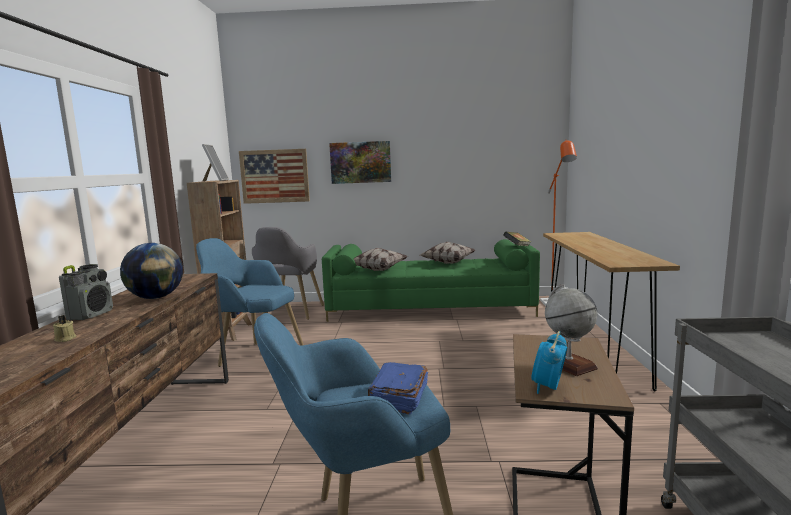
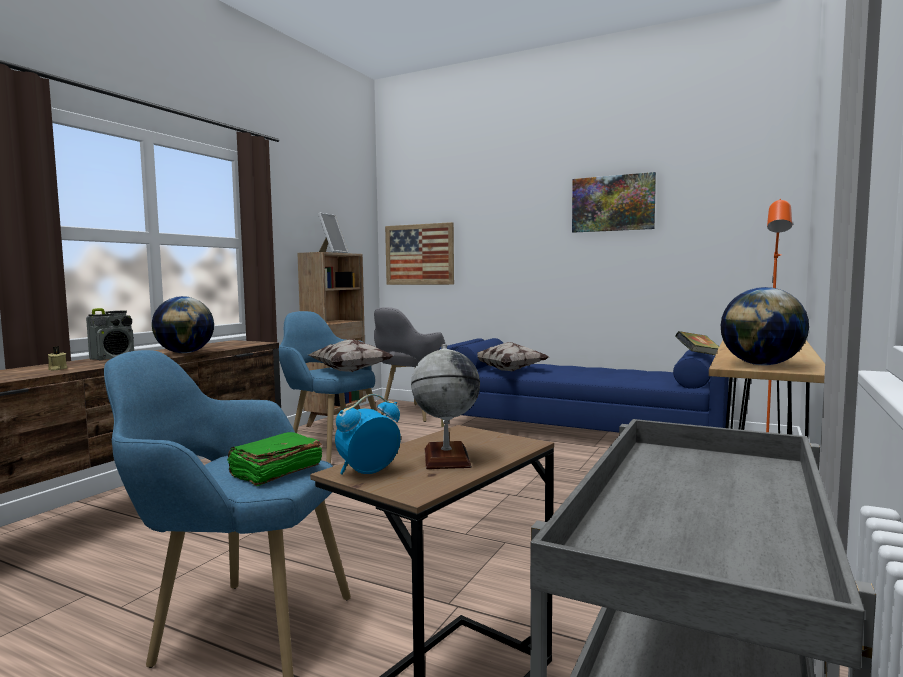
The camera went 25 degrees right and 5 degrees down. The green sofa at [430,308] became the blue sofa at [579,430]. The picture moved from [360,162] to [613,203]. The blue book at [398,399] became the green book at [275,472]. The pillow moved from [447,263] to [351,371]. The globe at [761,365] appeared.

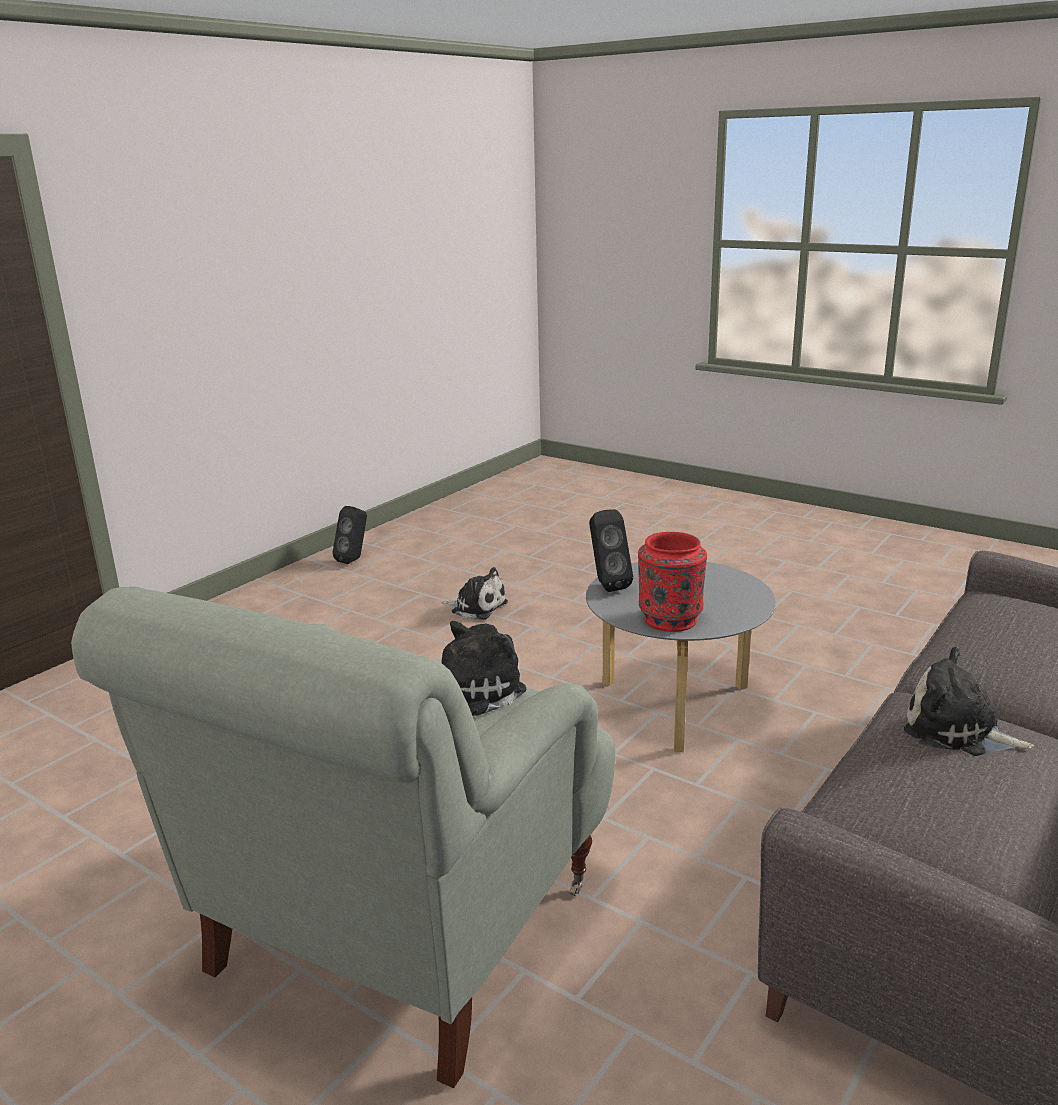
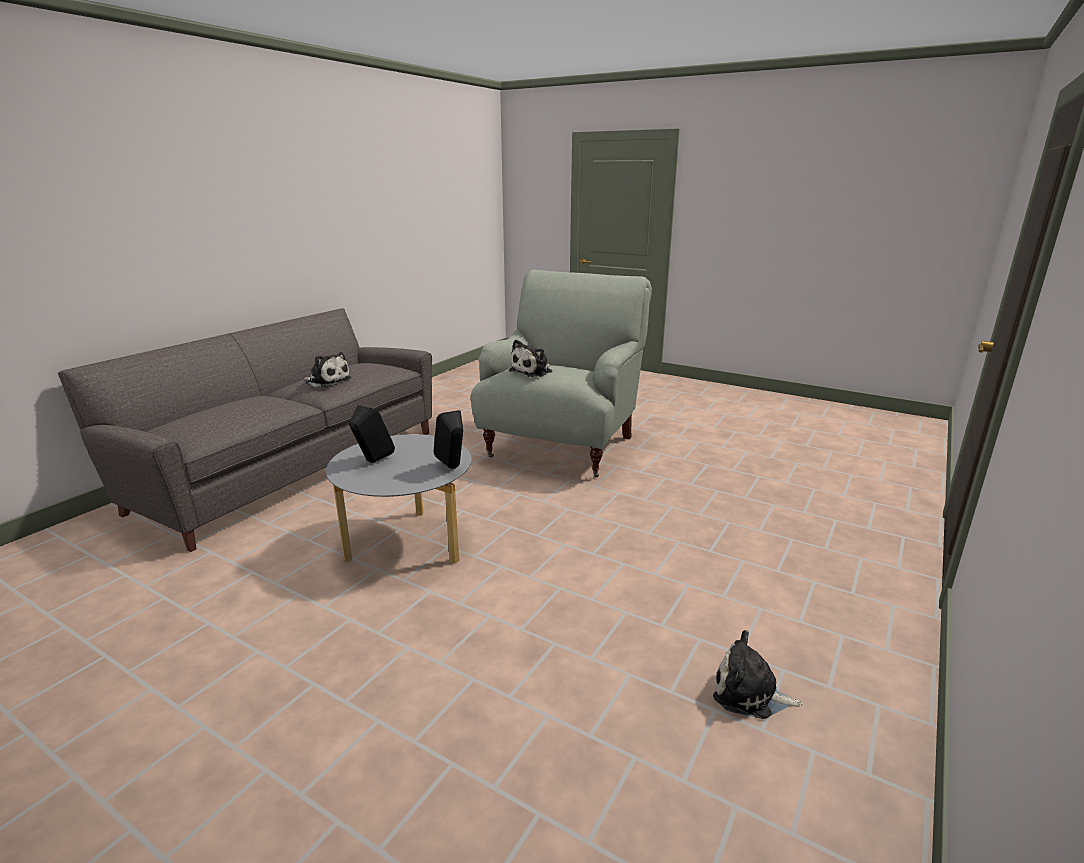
The camera went 175 degrees right and 0 degrees up. The black speaker moved from [354,560] to [373,462]. The plush toy moved from [476,607] to [749,693]. The red vase at [670,619] disappeared.

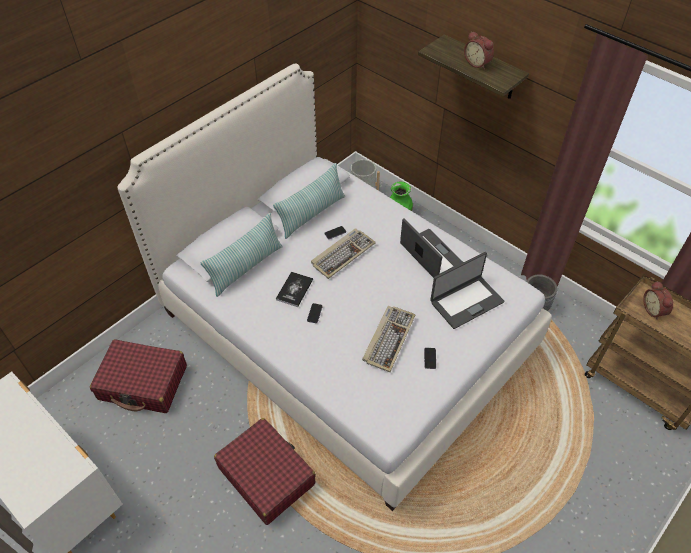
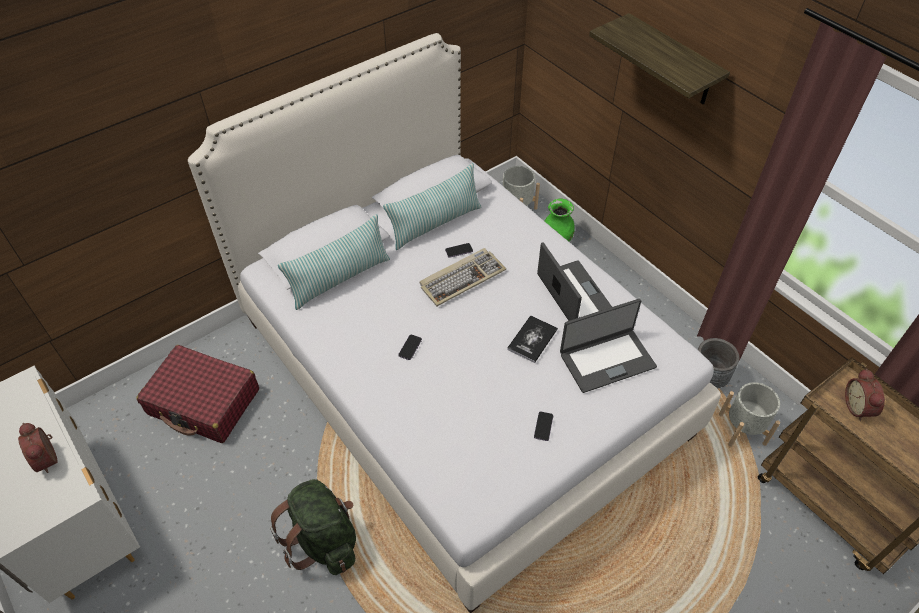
The camera went 10 degrees right and 0 degrees up. The red suitcase at [266,475] was replaced by the green backpack at [324,540]. The book moved from [294,290] to [532,339]. The keyboard at [388,338] disappeared. The alarm clock moved from [478,63] to [49,458]. The grey planter at [742,429] appeared.

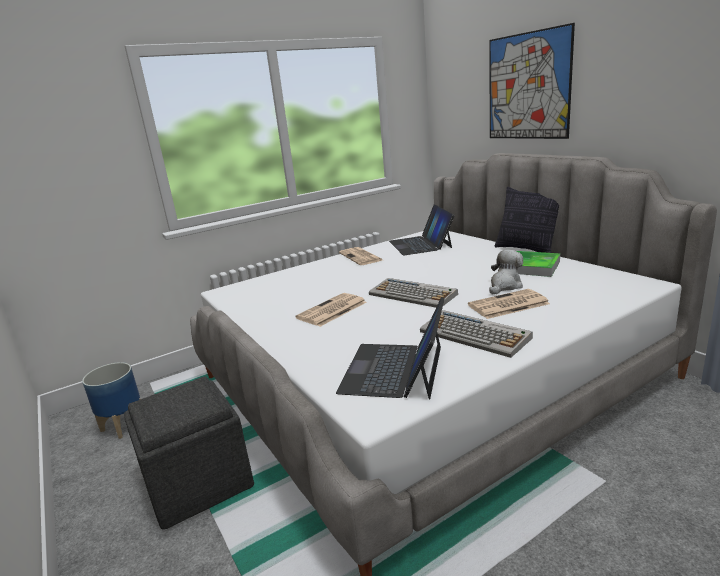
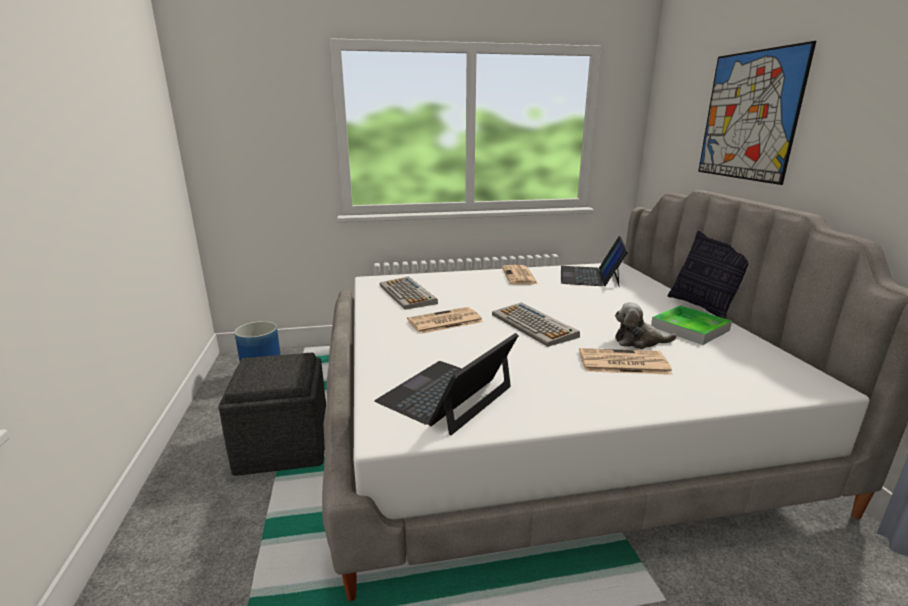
The camera went 20 degrees right and 0 degrees up. The keyboard moved from [475,335] to [408,294]. The plush toy at [505,286] turned 150 degrees counterclockwise.

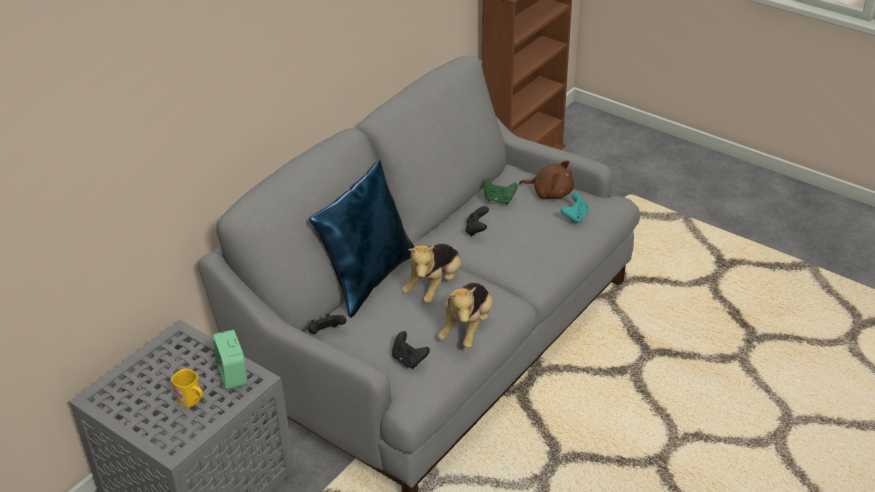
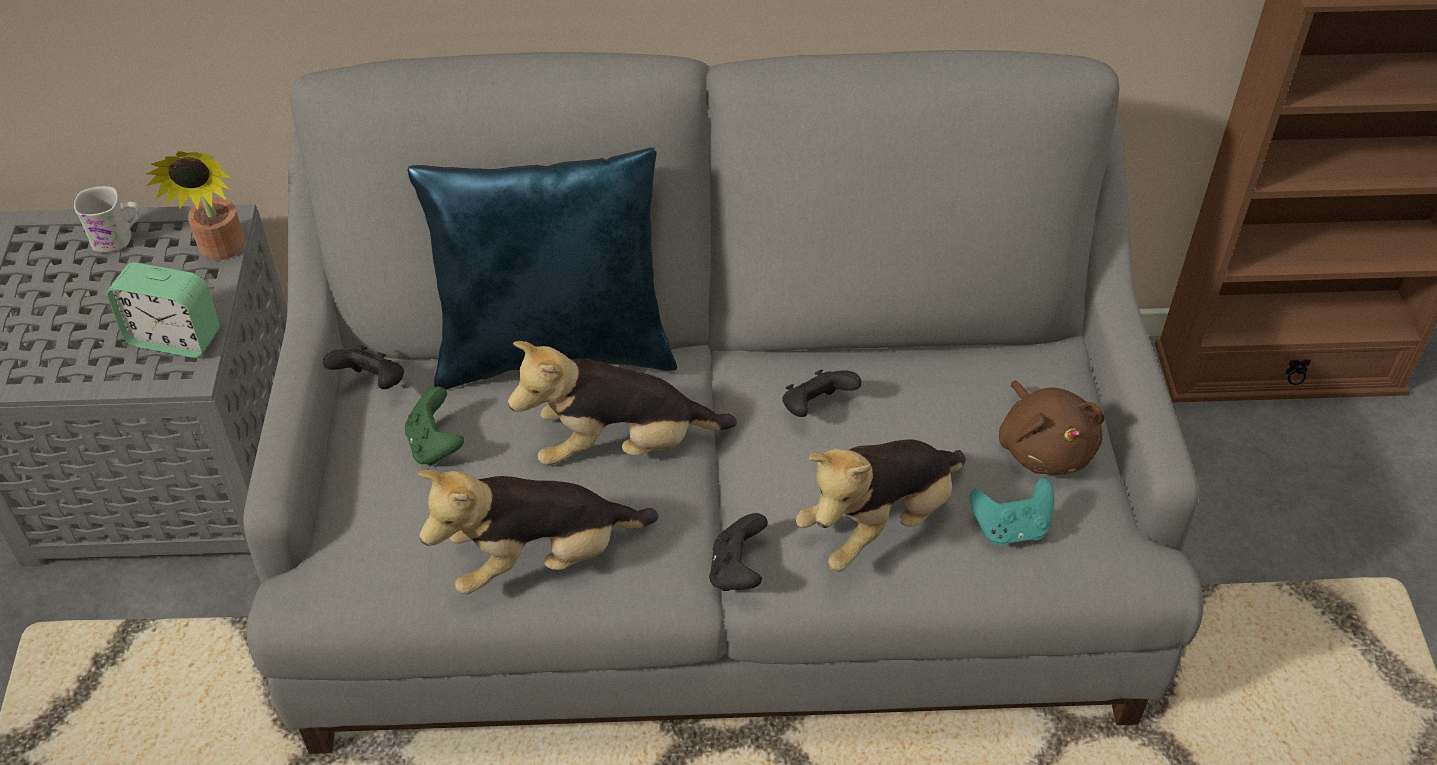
The camera went 50 degrees right and 10 degrees up. The yellow mug at [192,400] disappeared. The alarm clock at [232,375] turned 105 degrees counterclockwise. The black game controller moved from [409,360] to [737,570]. The green game controller moved from [498,200] to [435,445]. The white mug at [119,238] appeared. The potted plant at [221,251] appeared. The plush toy at [879,523] appeared.

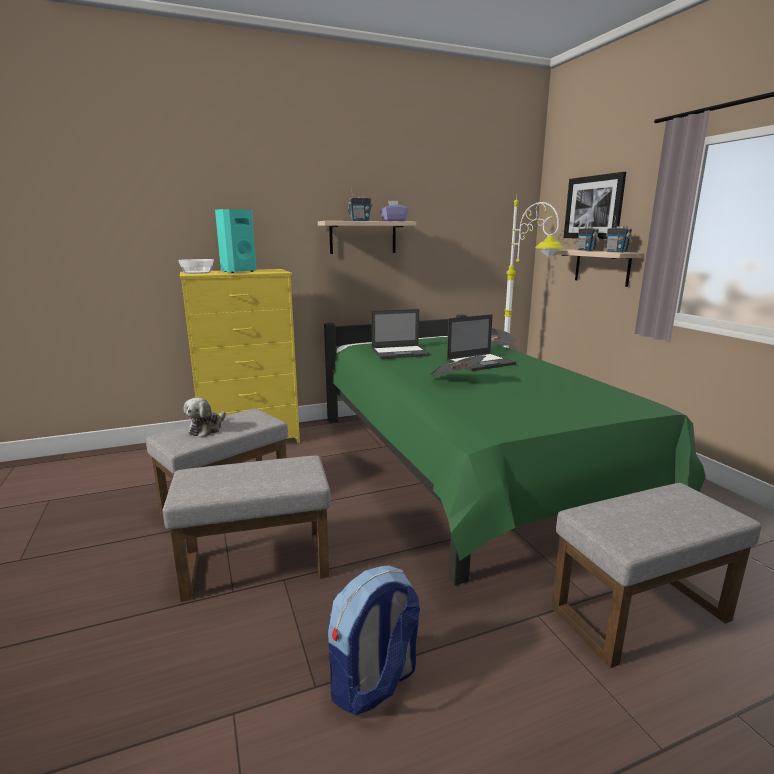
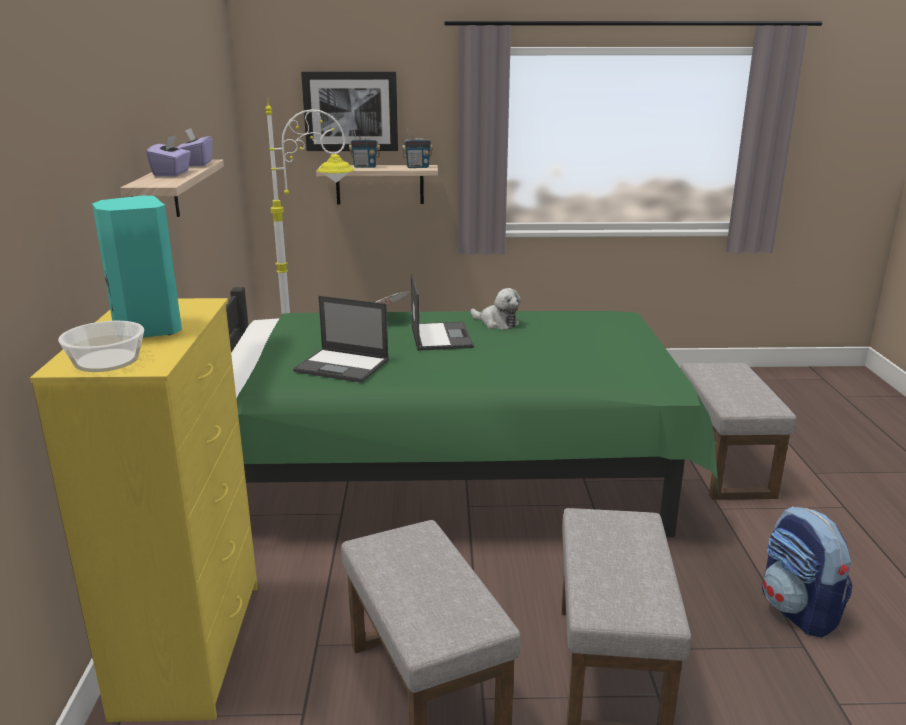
The camera went 70 degrees left and 5 degrees up. The plush toy moved from [207,429] to [497,323]. The radio at [360,220] was replaced by the purple tissue box at [172,173]. The laptop at [400,352] turned 105 degrees clockwise. The newspaper at [456,380] disappeared.

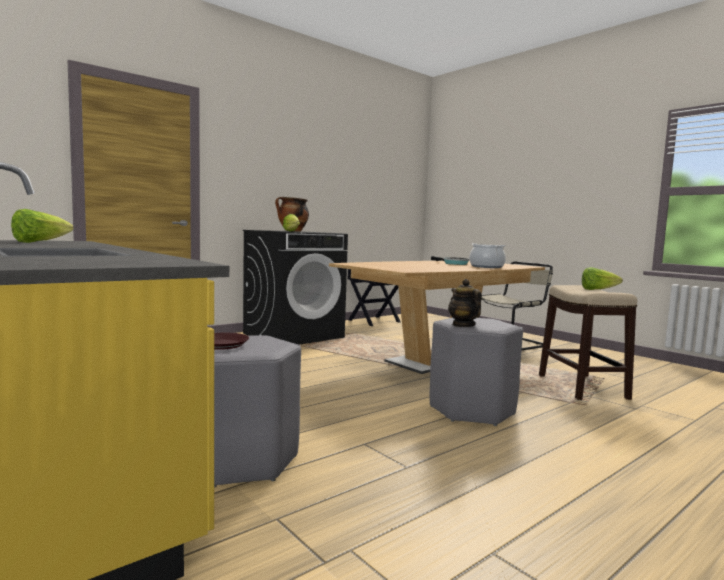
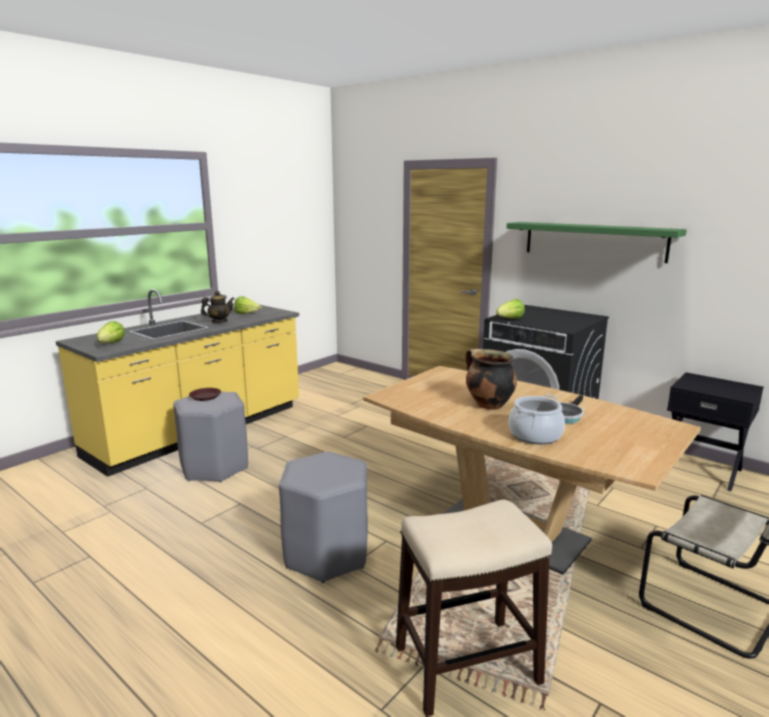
The camera went 80 degrees right and 10 degrees up. The cooking pot moved from [292,231] to [488,405]. The teapot moved from [463,325] to [219,321]. The lettuce moved from [597,290] to [111,344]. The green shelf at [593,241] appeared.

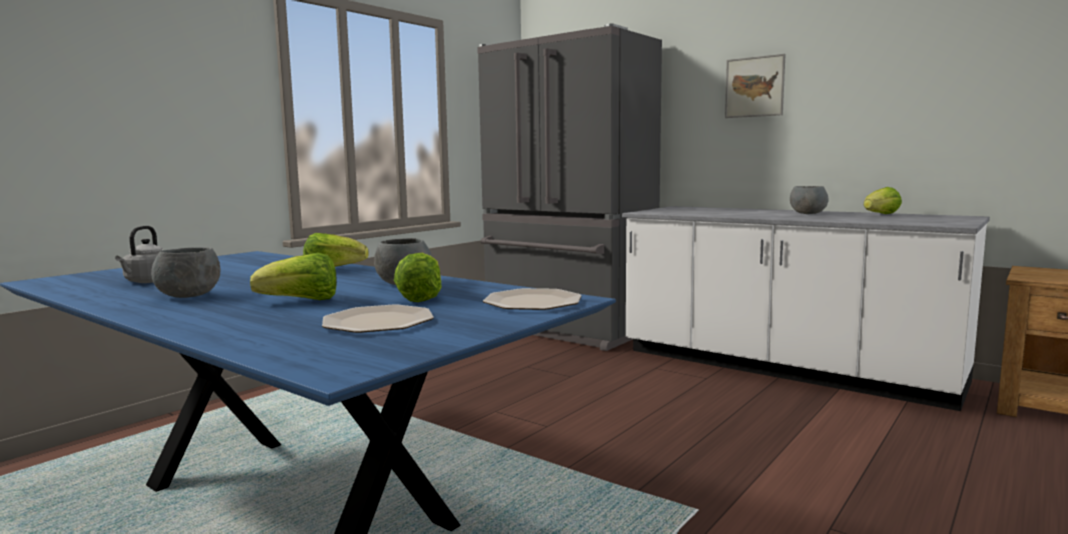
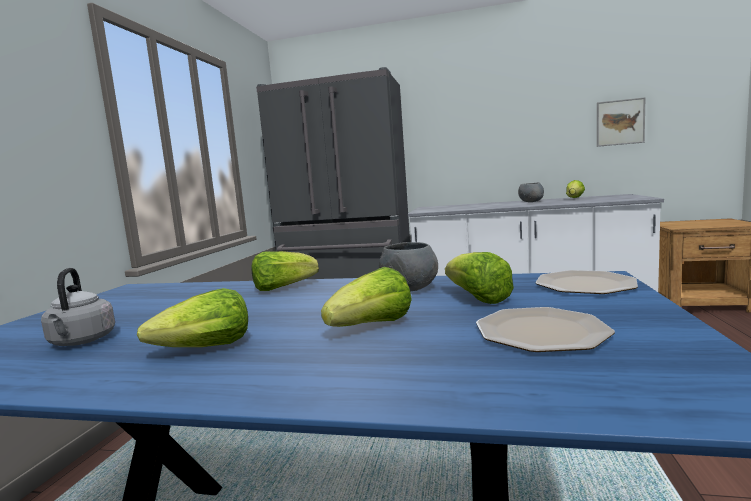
The camera went 25 degrees left and 0 degrees up. The grey bowl at [189,296] was replaced by the lettuce at [205,349]. The picture moved from [754,87] to [620,122].

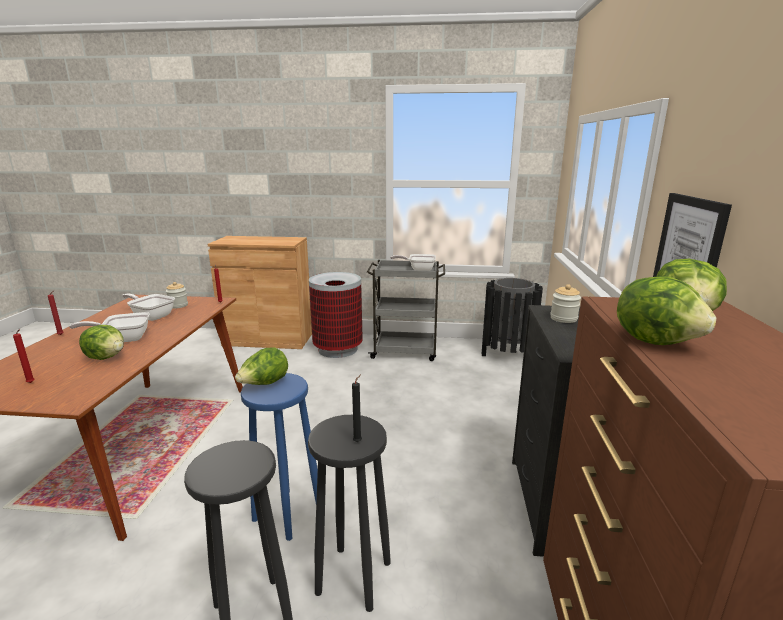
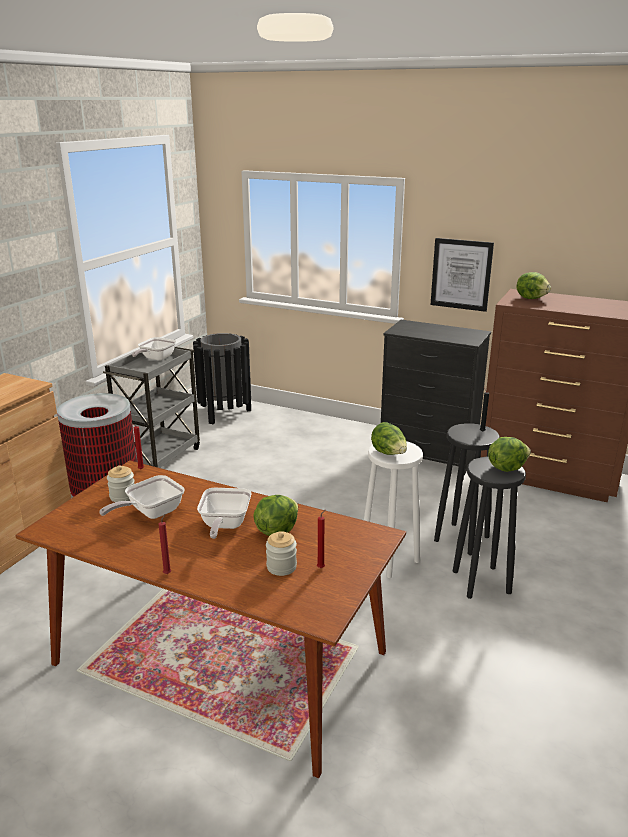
The camera went 70 degrees left and 5 degrees up. The blue stool at [287,514] became the white stool at [390,560]. The jar moved from [563,318] to [281,567]. The lettuce moved from [656,341] to [506,468].

